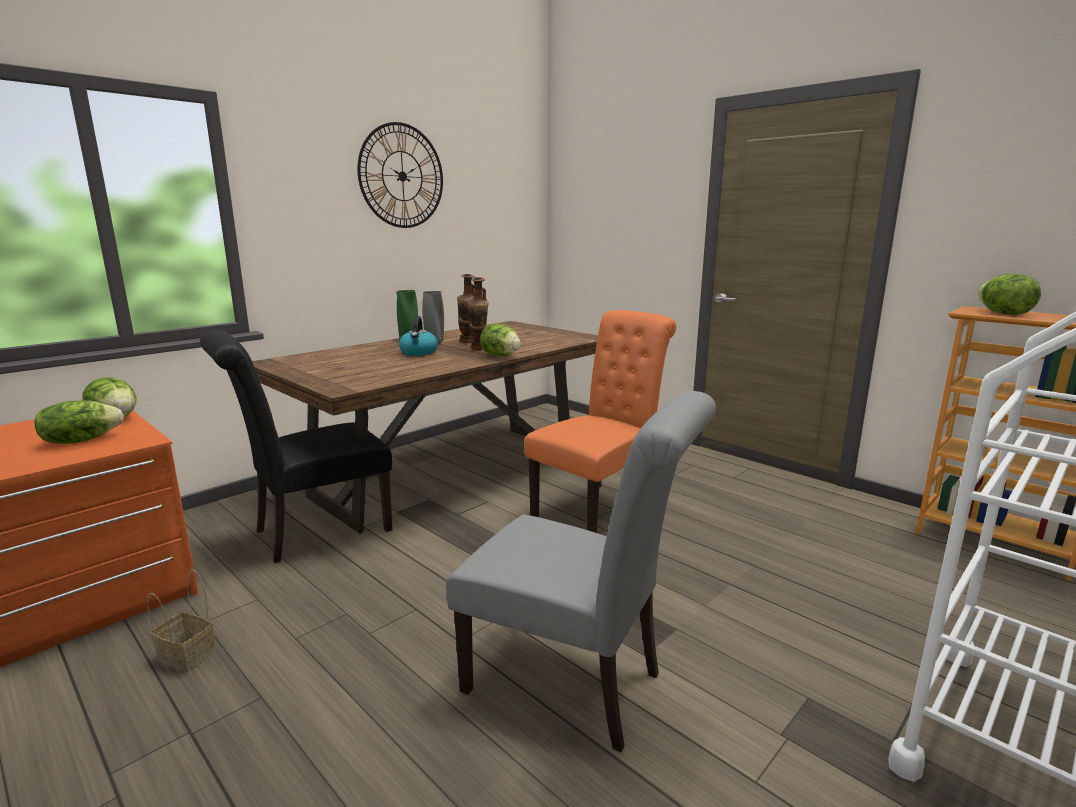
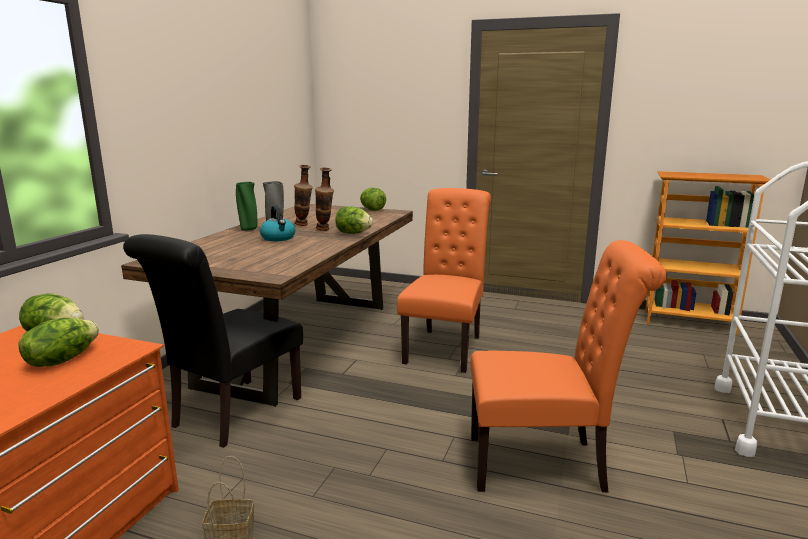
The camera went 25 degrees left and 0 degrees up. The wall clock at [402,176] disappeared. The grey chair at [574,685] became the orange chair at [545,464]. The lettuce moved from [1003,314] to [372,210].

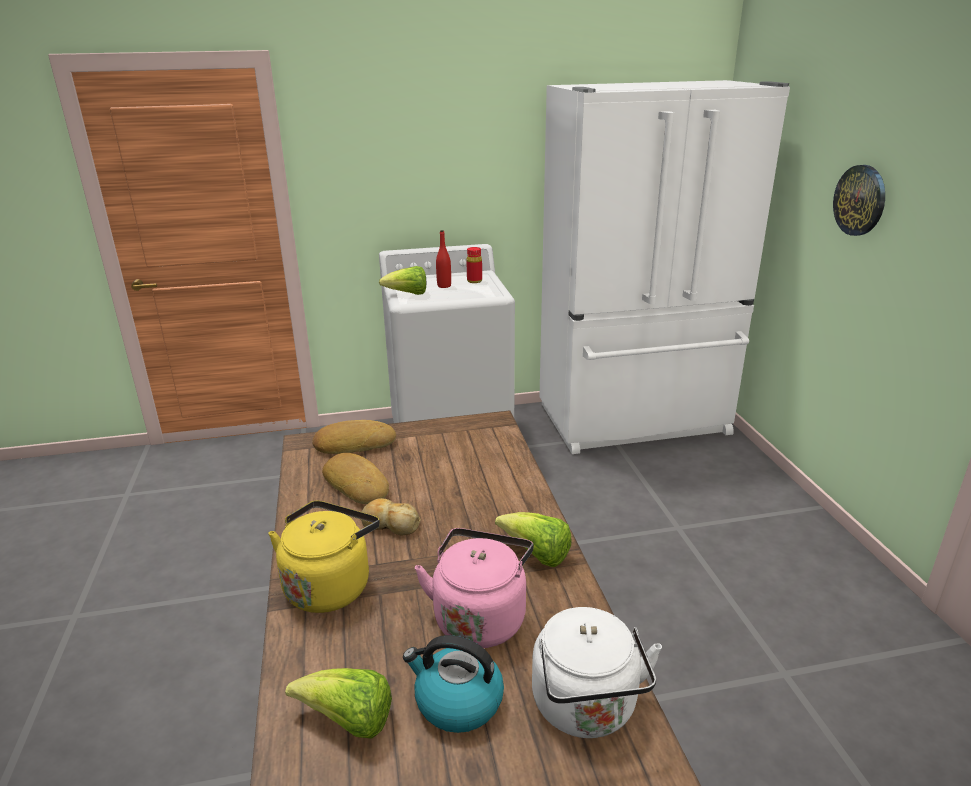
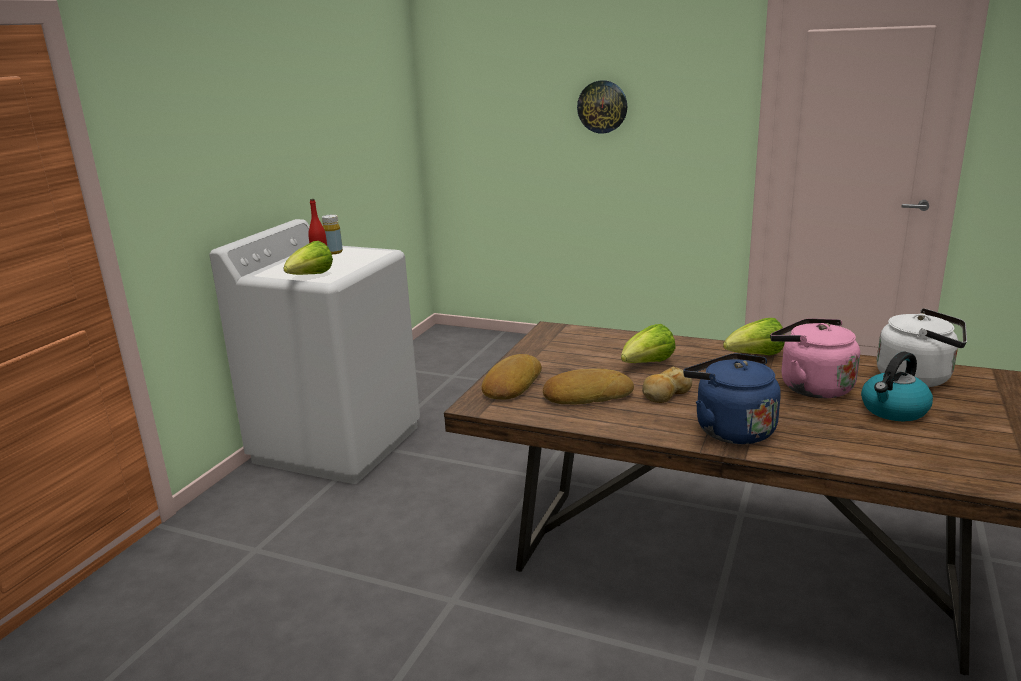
The camera went 55 degrees left and 5 degrees down. The yellow kettle at [330,585] became the blue kettle at [730,429]. The lettuce moved from [348,721] to [647,365]. The red bottle at [474,281] became the yellow bottle at [334,252]. The white fridge at [635,421] disappeared.

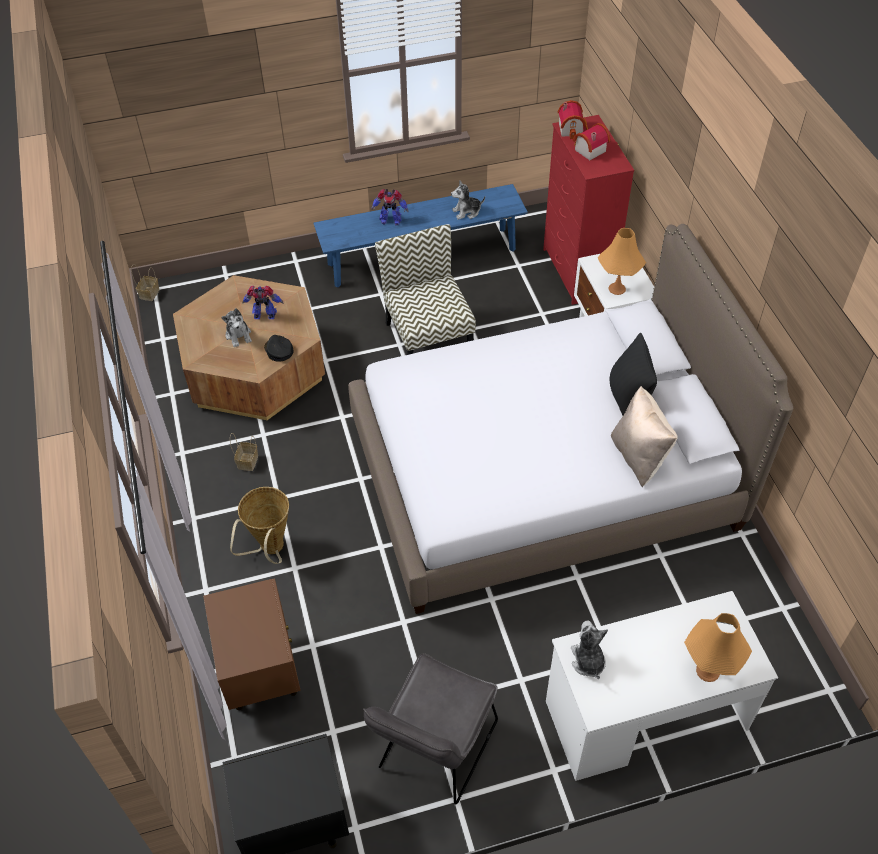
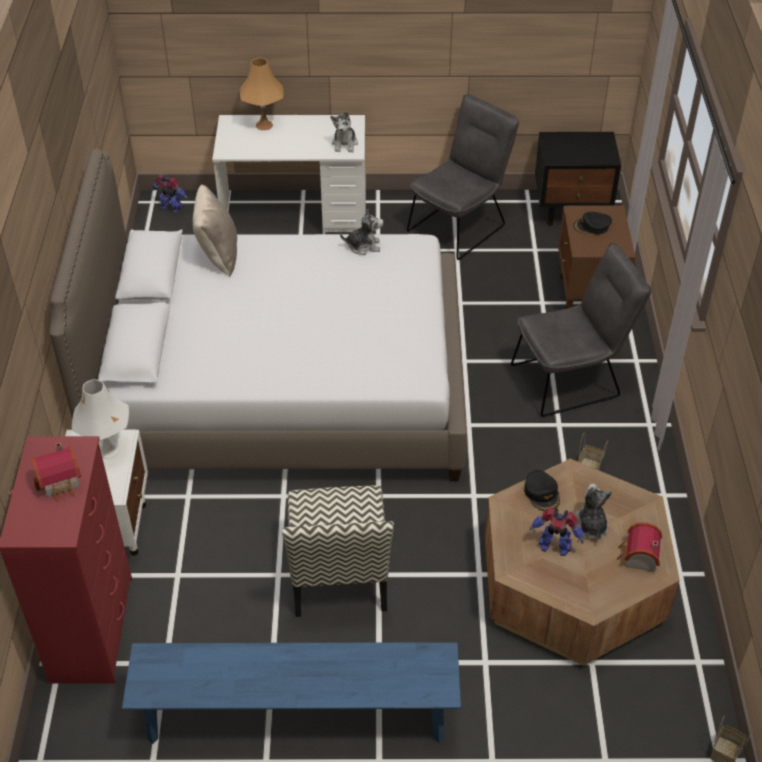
The camera went 165 degrees left and 5 degrees down. The basket at [270,550] was replaced by the grey chair at [572,379]. The toy robot moved from [390,220] to [171,208]. The plush toy moved from [467,212] to [363,246]. The toy house moved from [572,129] to [638,557]. The orange table lamp at [617,288] became the white table lamp at [108,450]. The black pillow at [628,398] disappeared. The black cap at [592,226] appeared.

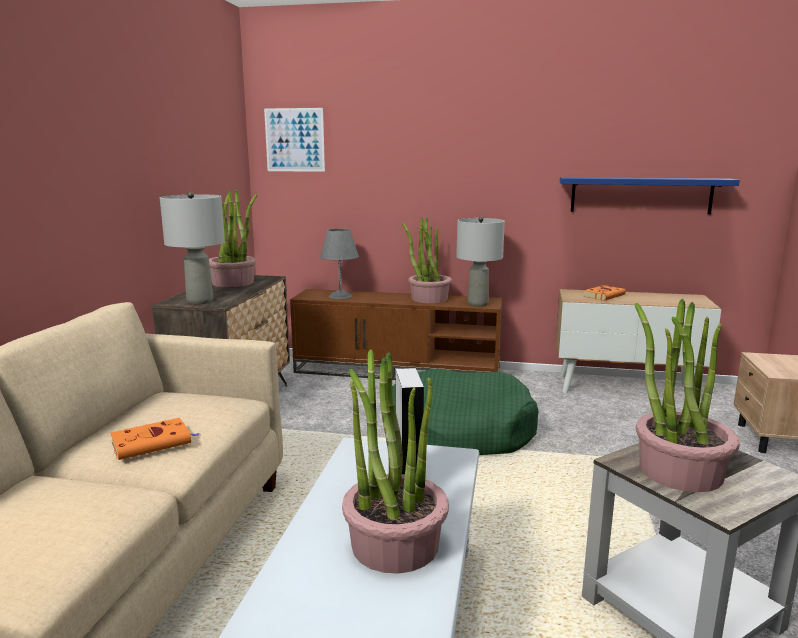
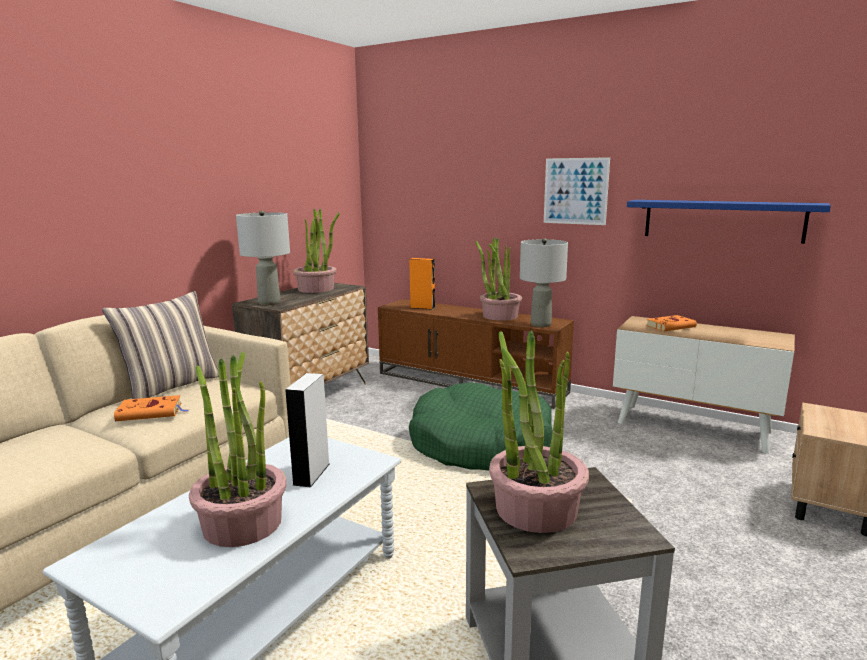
The camera went 20 degrees right and 0 degrees up. The picture moved from [294,140] to [575,191]. The grey table lamp at [340,296] was replaced by the orange speaker at [422,307]. The pillow at [172,386] appeared.

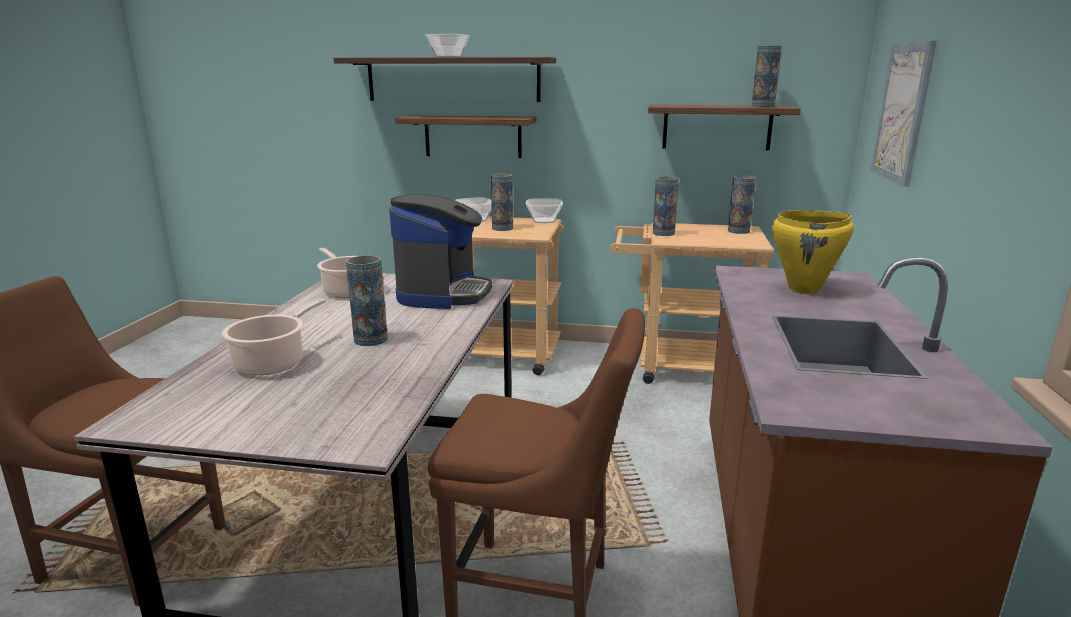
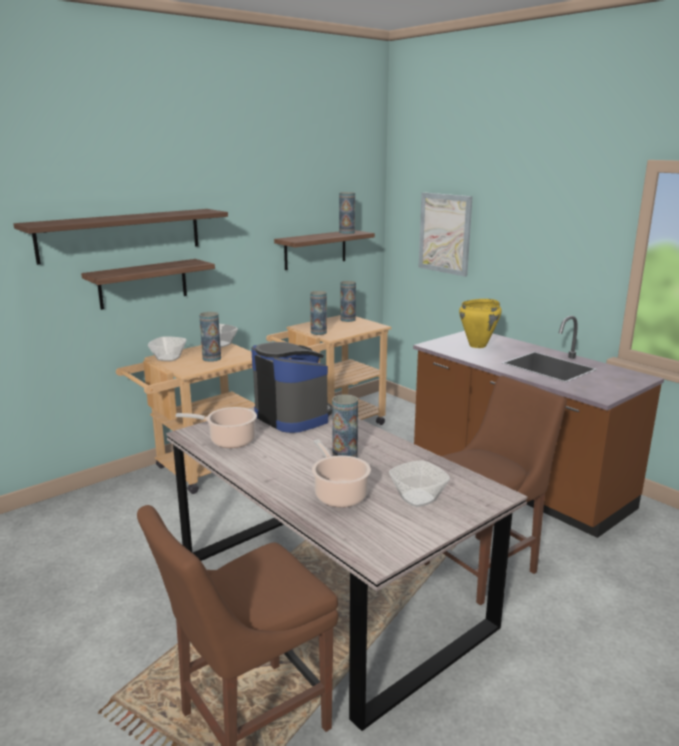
The camera went 50 degrees left and 0 degrees up. The bowl moved from [447,57] to [417,498].

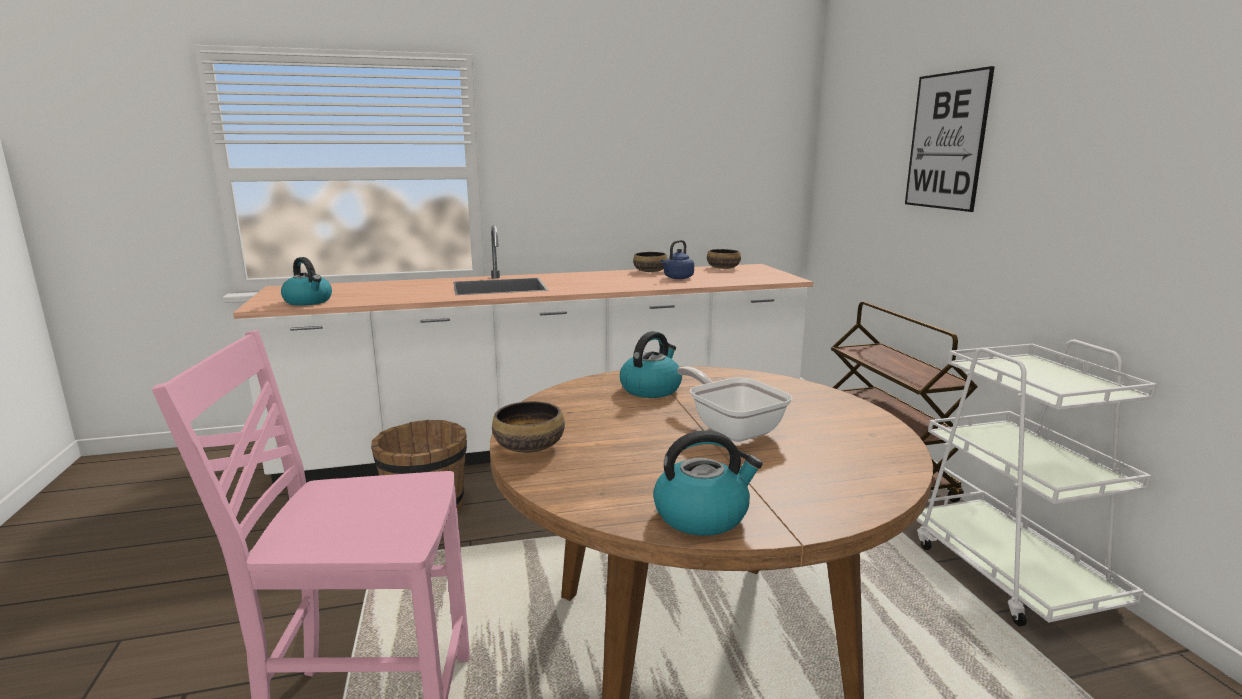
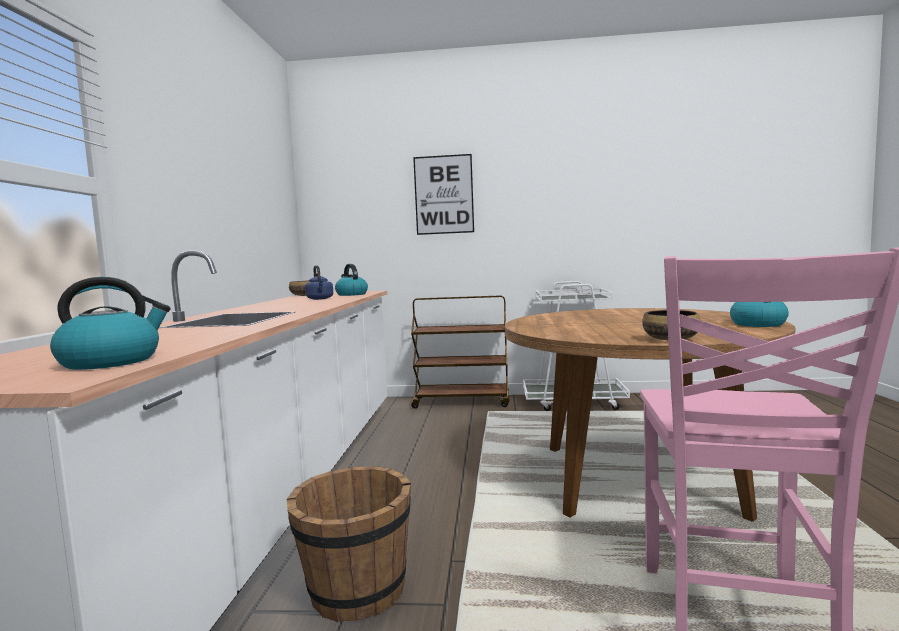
The camera went 70 degrees left and 10 degrees down. The kettle moved from [651,389] to [351,294]. The bowl at [650,271] disappeared. The frying pan at [731,428] disappeared.

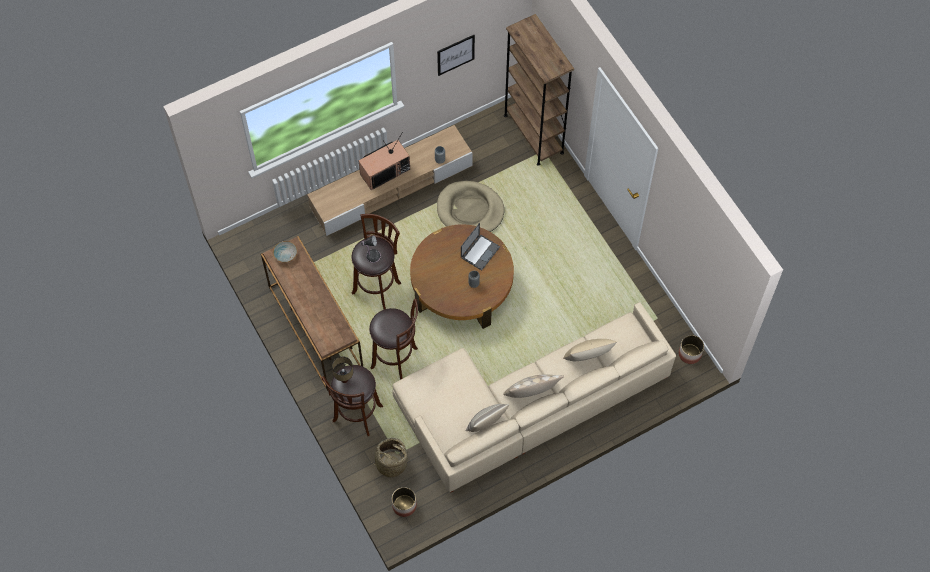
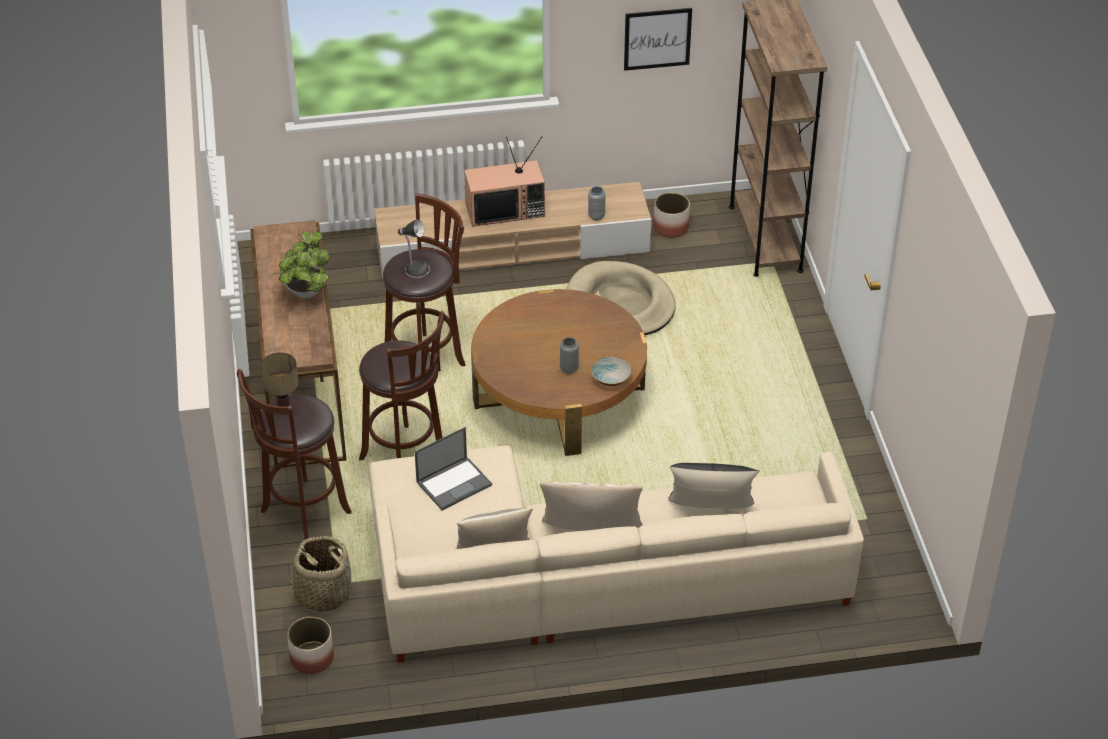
The camera went 20 degrees right and 20 degrees down. The bowl moved from [285,254] to [611,378]. The laptop moved from [480,251] to [454,483]. The beige pillow at [588,358] became the black pillow at [710,511]. The planter moved from [689,354] to [670,227]. The potted plant at [305,294] appeared.

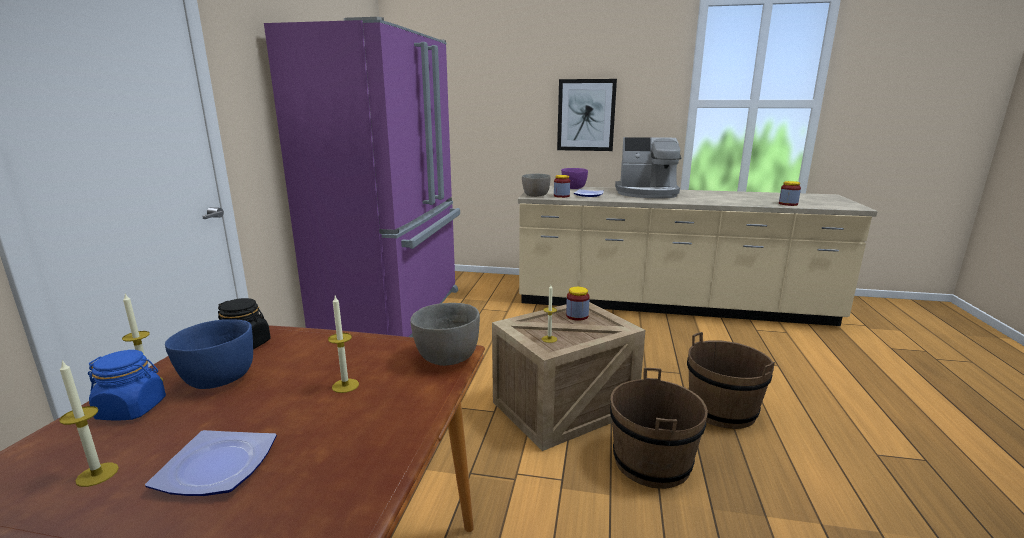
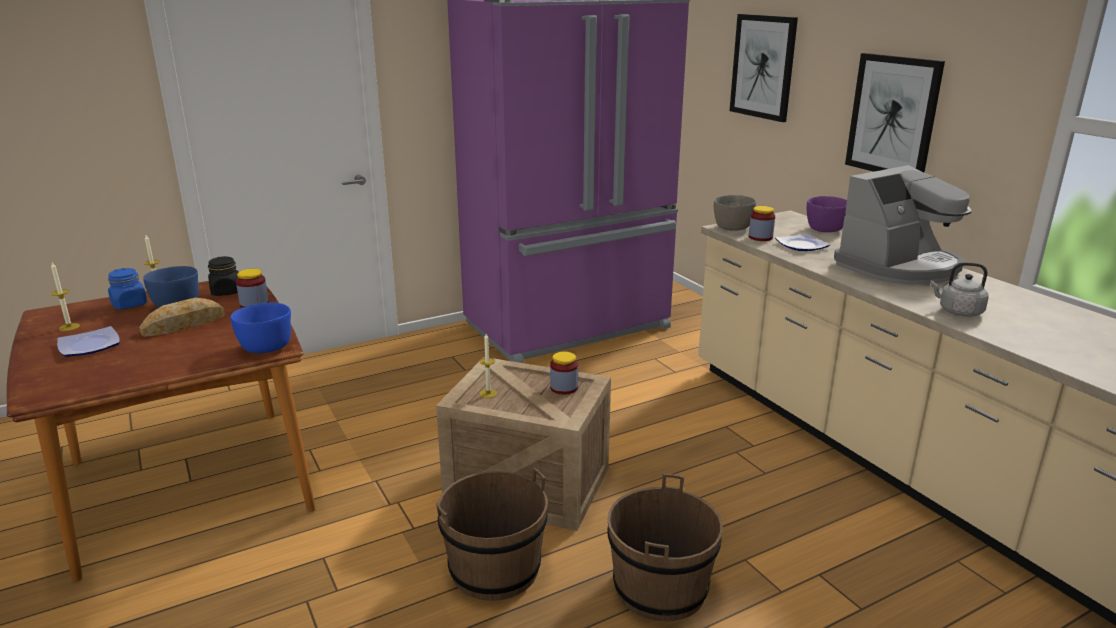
The camera went 50 degrees right and 5 degrees up. The candle at [345,385] disappeared. The grey bowl at [446,357] became the blue bowl at [266,347]. The coffee machine at [647,193] turned 90 degrees counterclockwise. The jar moved from [788,204] to [254,305]. The bread at [184,324] appeared. The picture at [763,67] appeared. The grey kettle at [958,311] appeared.

